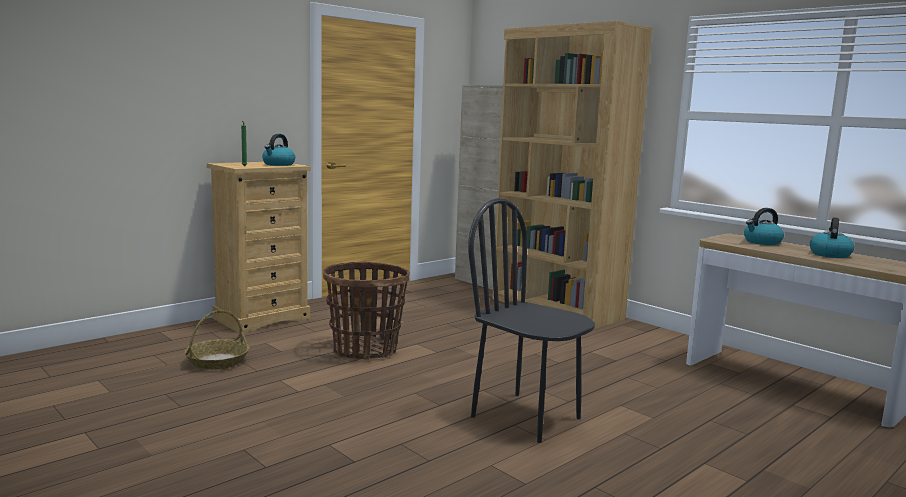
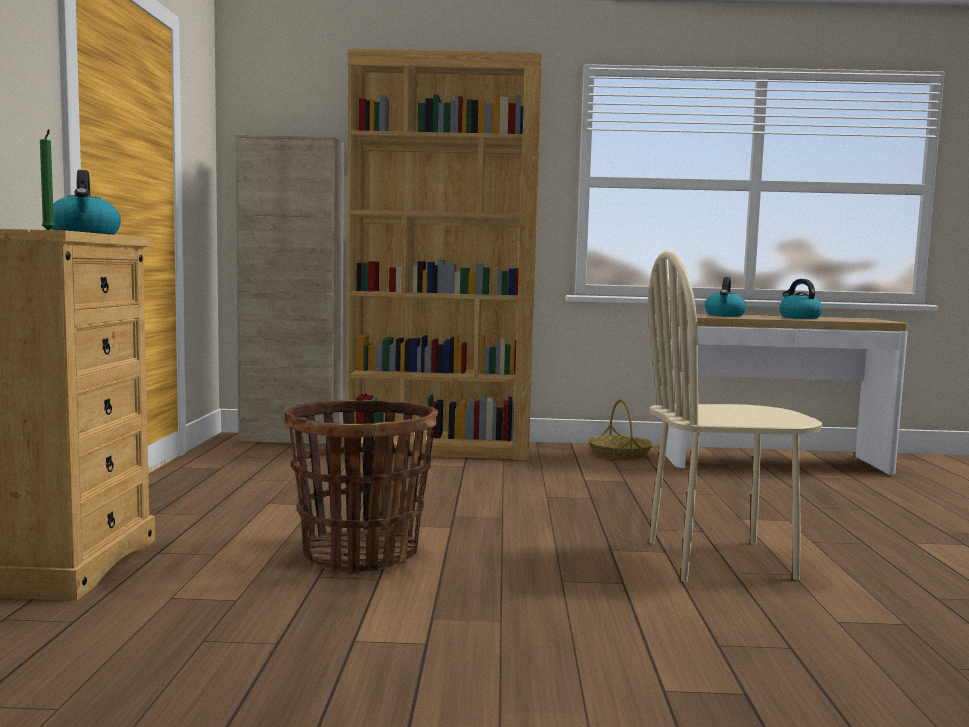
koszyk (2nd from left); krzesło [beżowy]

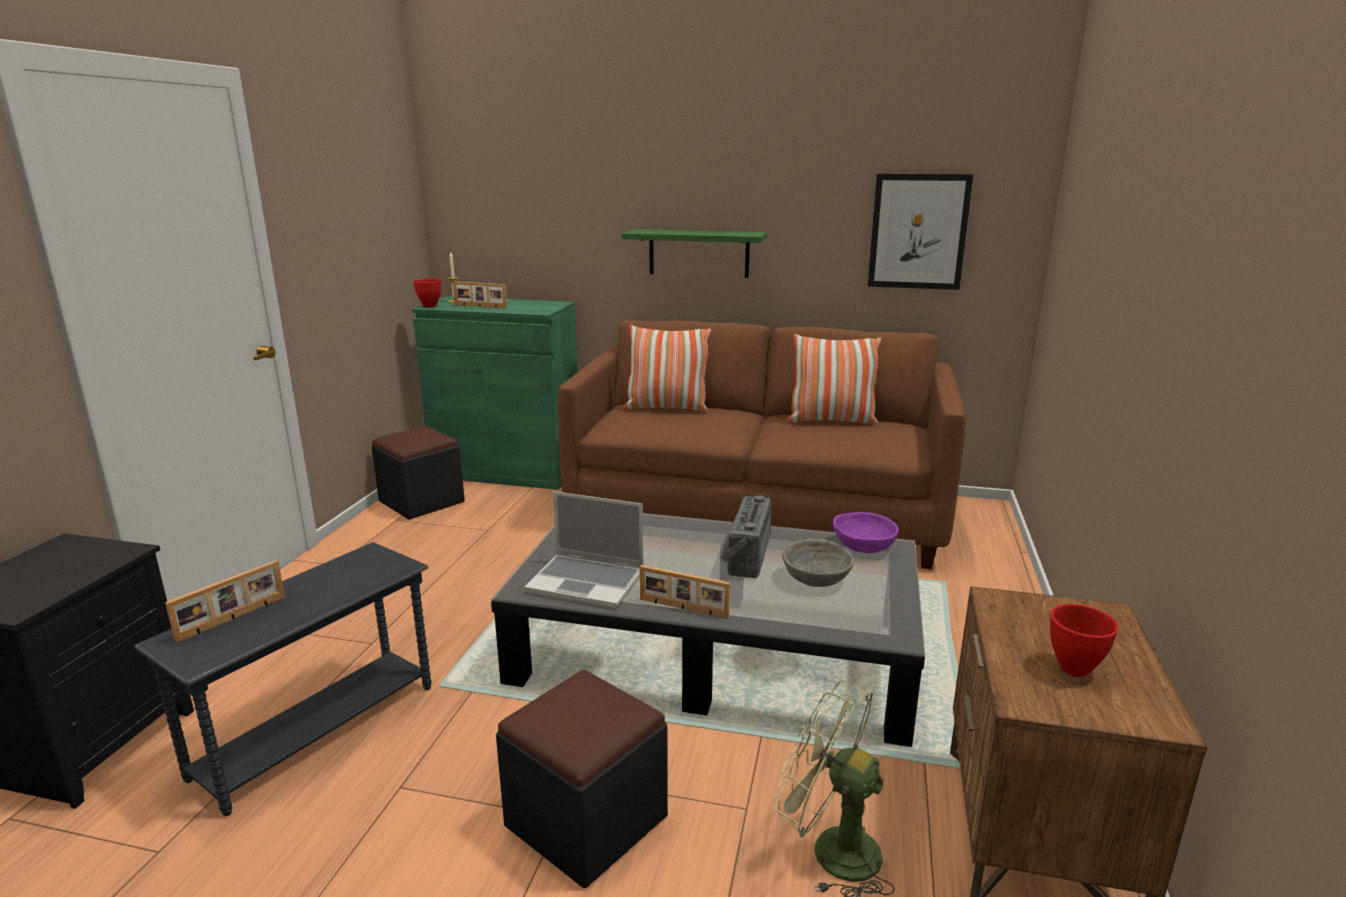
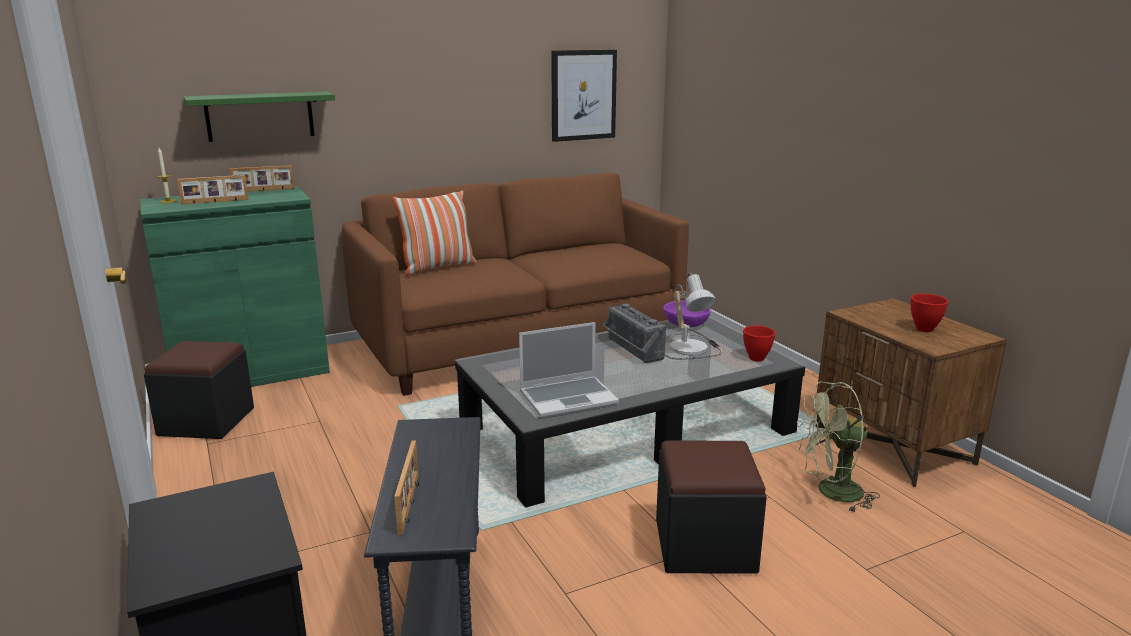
miska [czerwony] (1st from left); półka [zielony]; ramka na zdjęcie (2nd from left); lampa stołowa; poduszka (2nd from left in the first image)

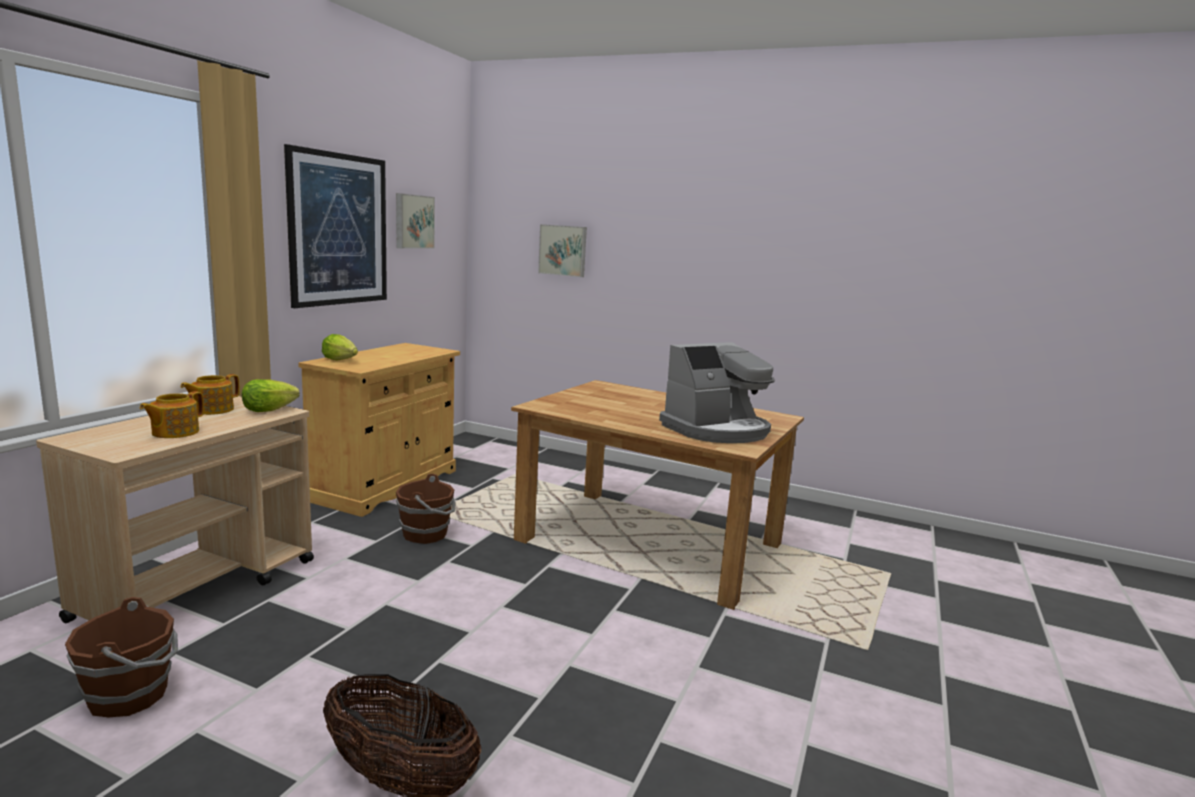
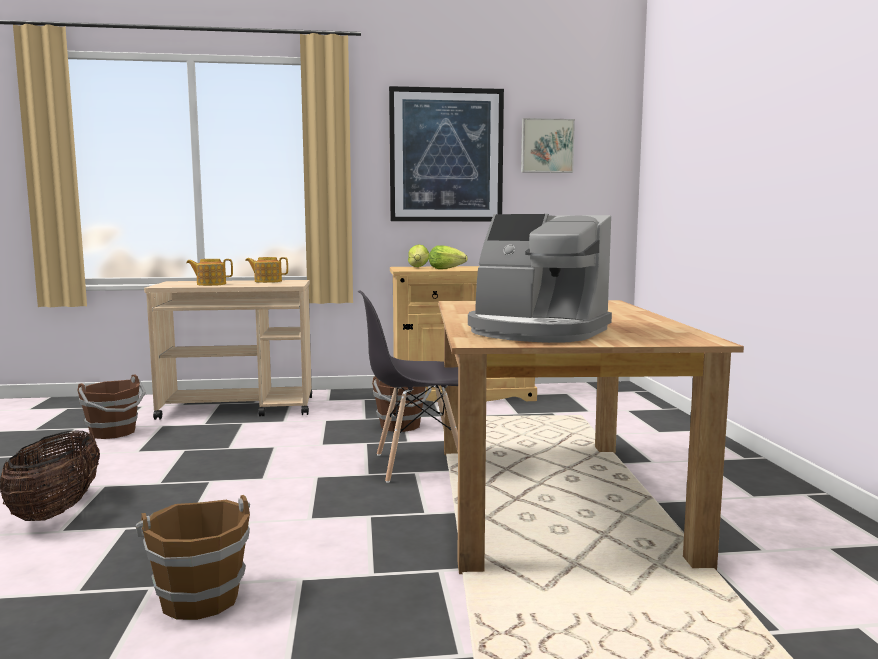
sałata (2nd from left); obraz (3rd from left in the first image); wiadro [brązowy] (2nd from left); krzesło [szary]

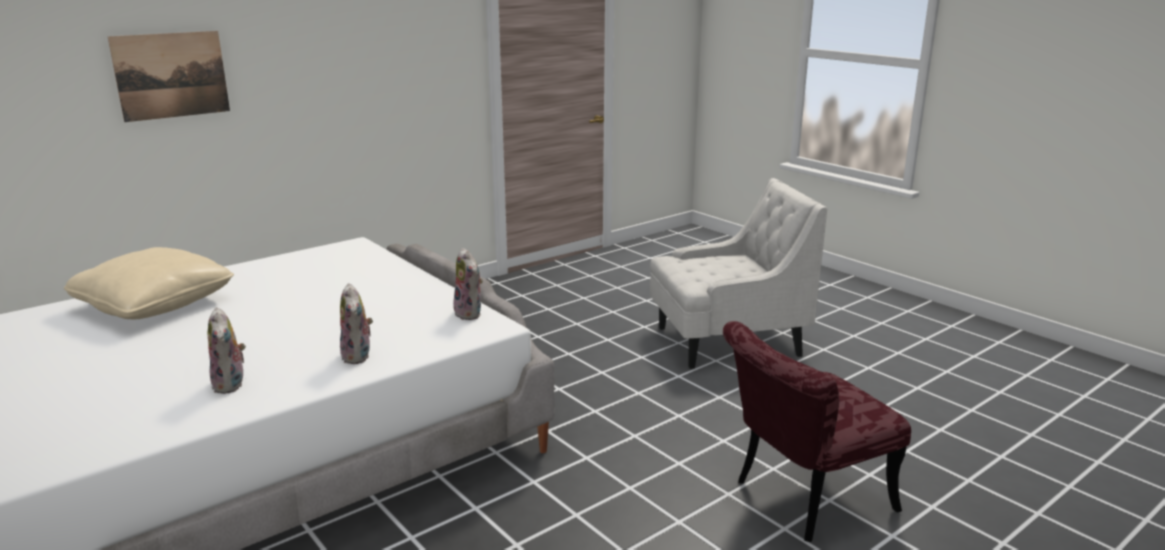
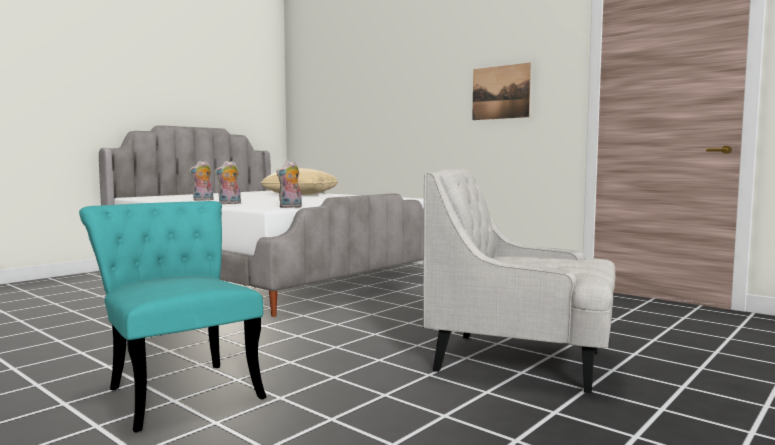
obraz; fotel [biały]; krzesło [turkusowy]

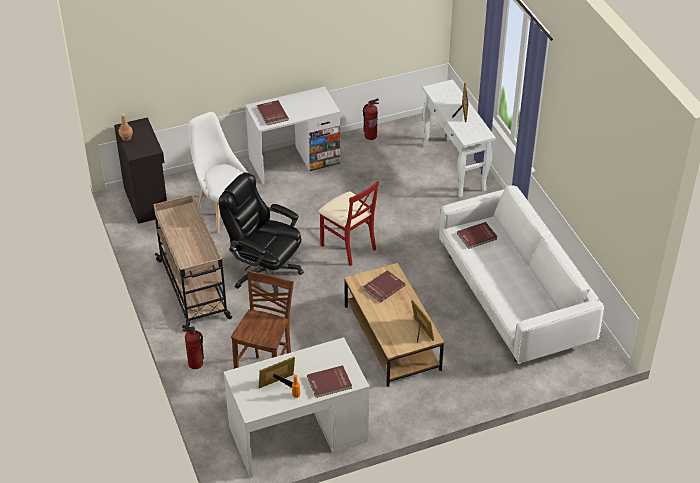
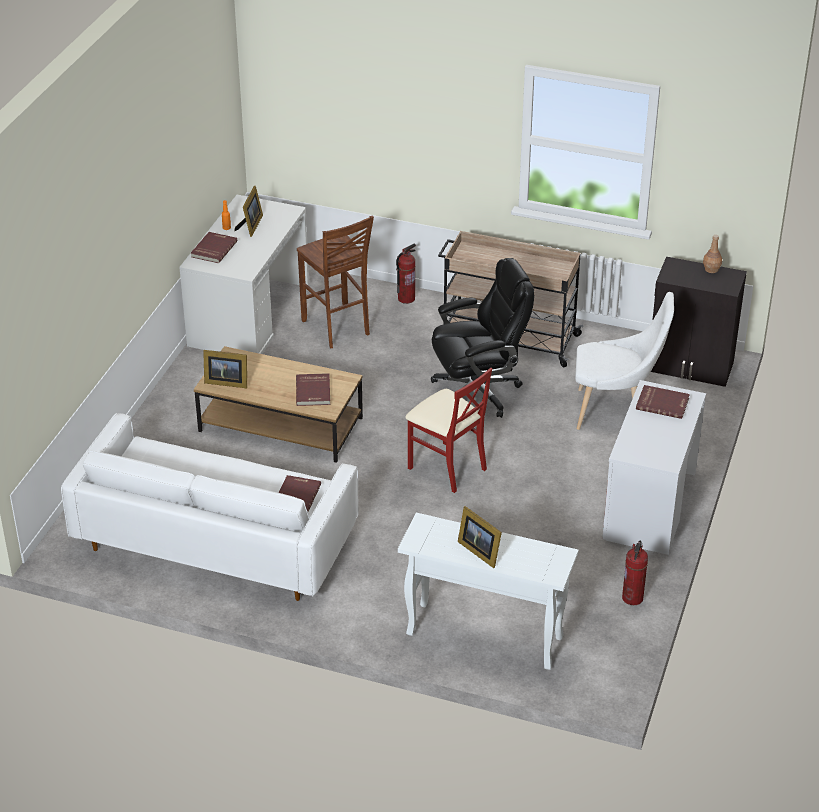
krzesło [czerwony]

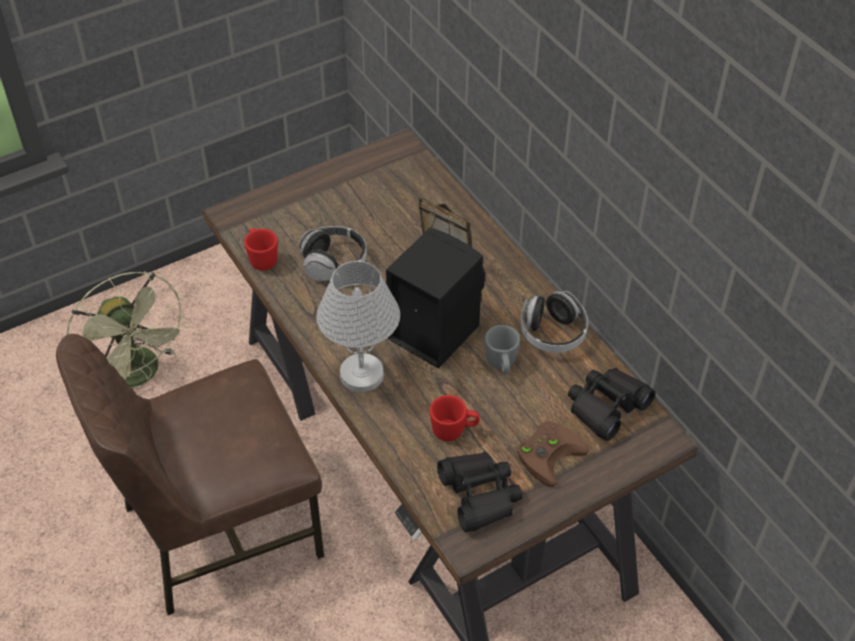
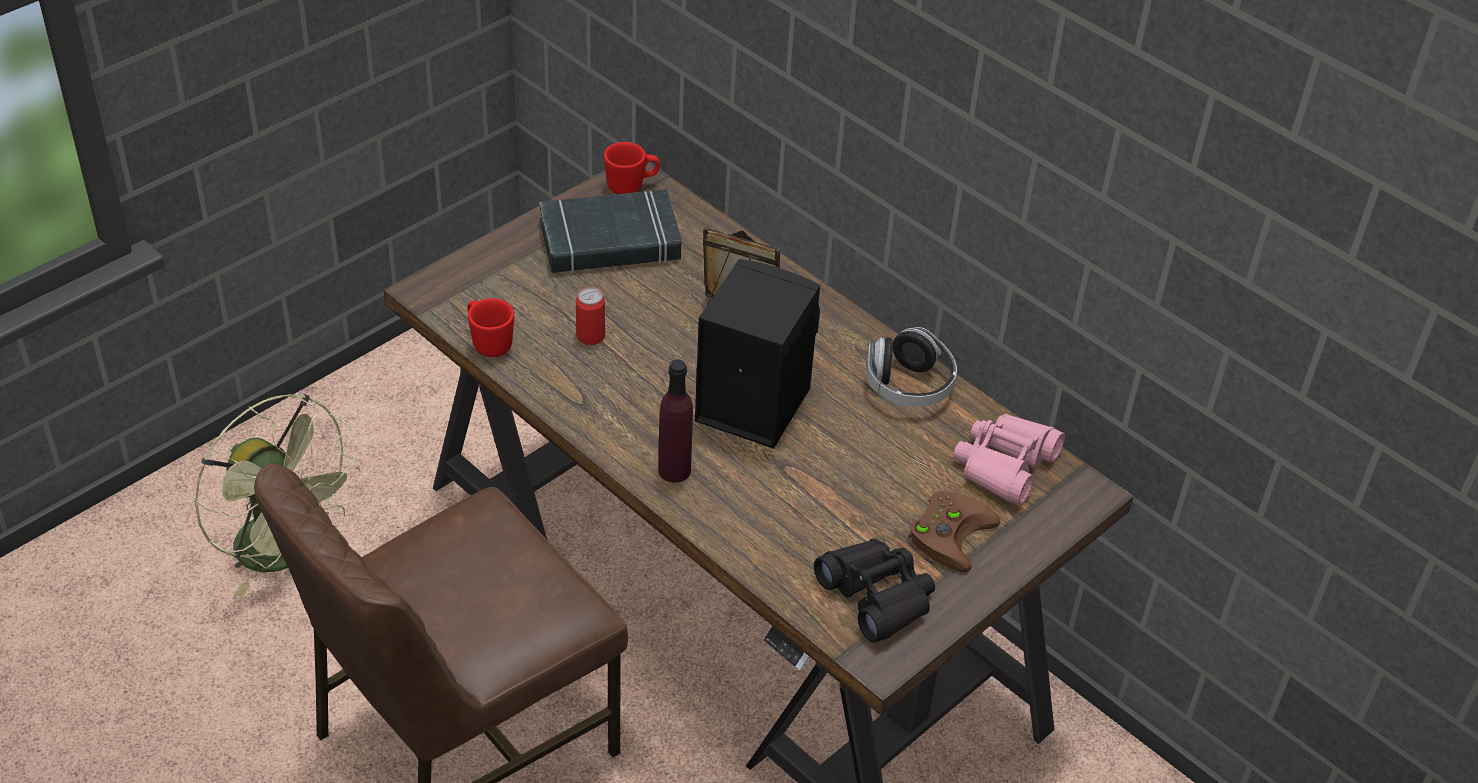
puszka; butelka [fioletowy]; kubek [czerwony] (2nd from left); kubek [szary]; lornetka [różowy]; książka [czarny]

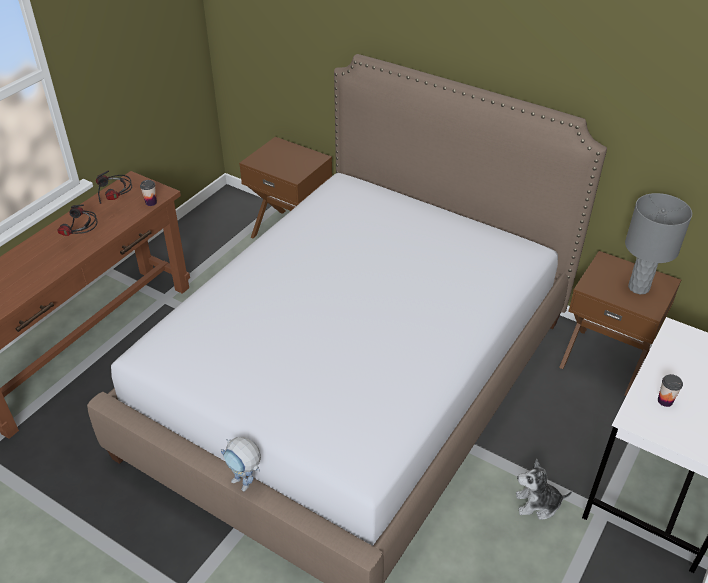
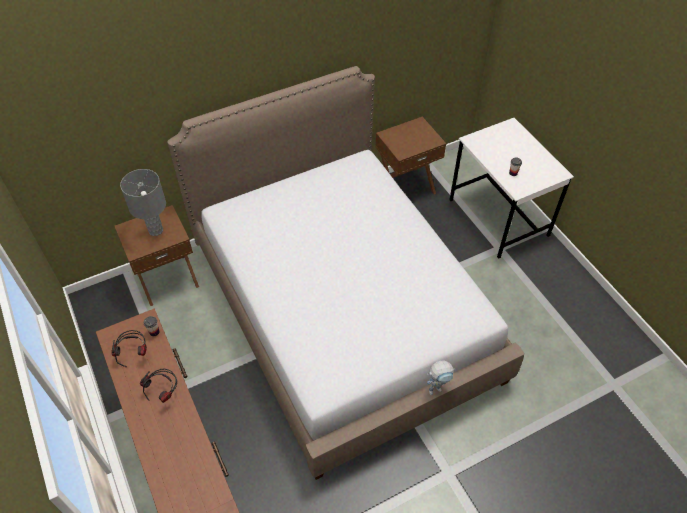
pluszak; lampa stołowa [szary]

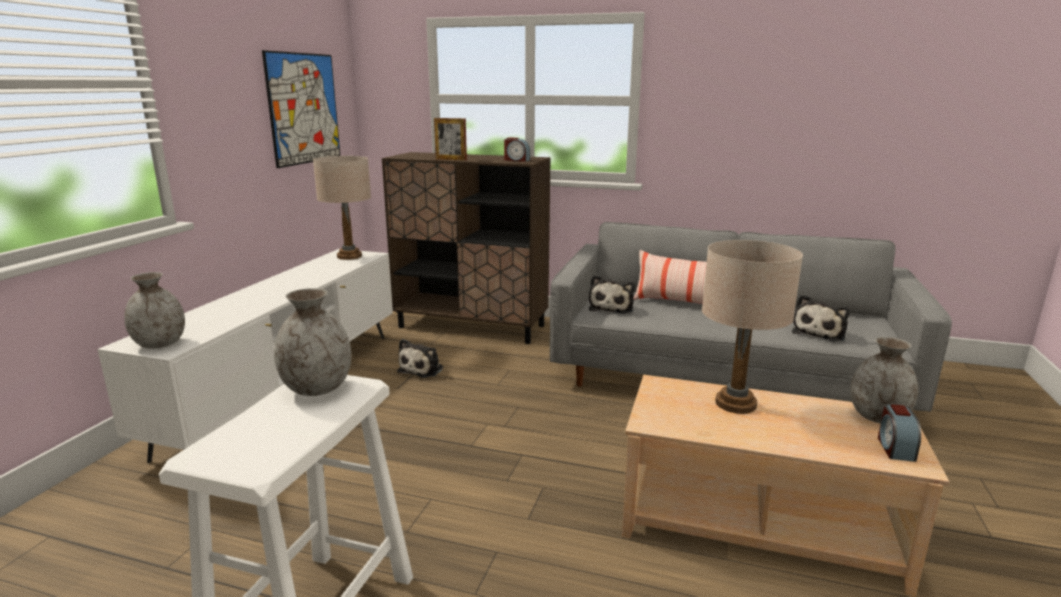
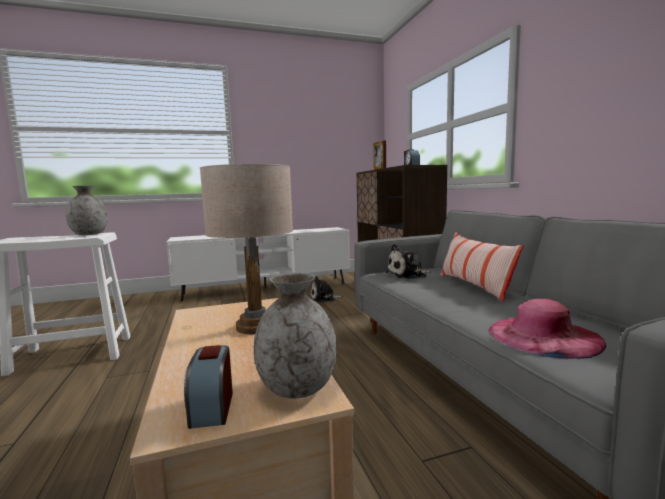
wazon [szary] (1st from left in the first image); obraz; lampa stołowa [beżowy] (1st from left in the first image); kapelusz [różowy]; budzik (1st from left)

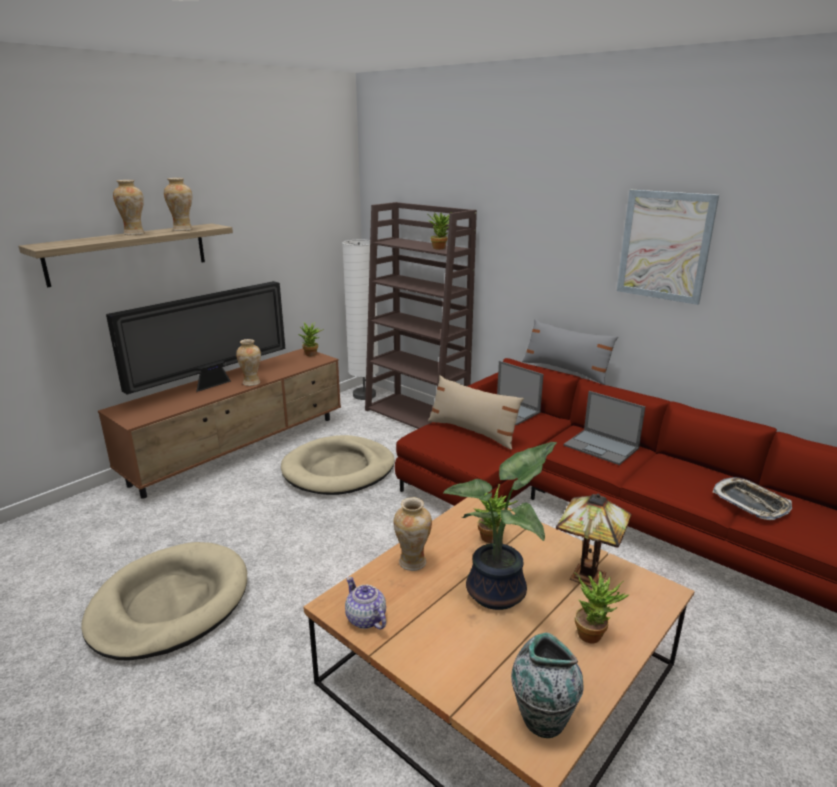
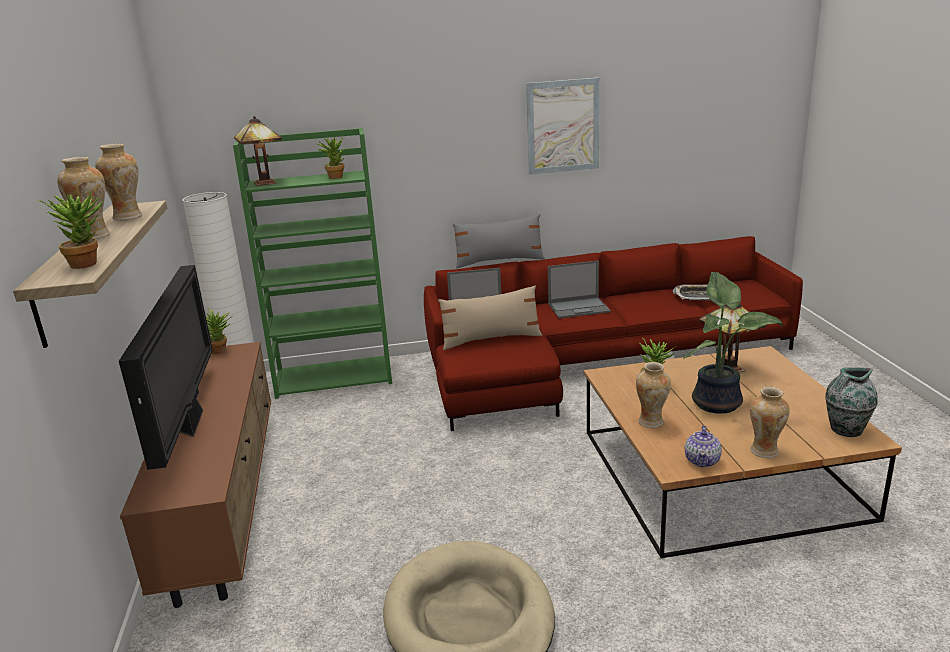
wazon (4th from left); legowisko [beżowy] (2nd from left in the first image); imbryk; regał [zielony]; roślina doniczkowa (1st from left); lampa stołowa (1st from left)

